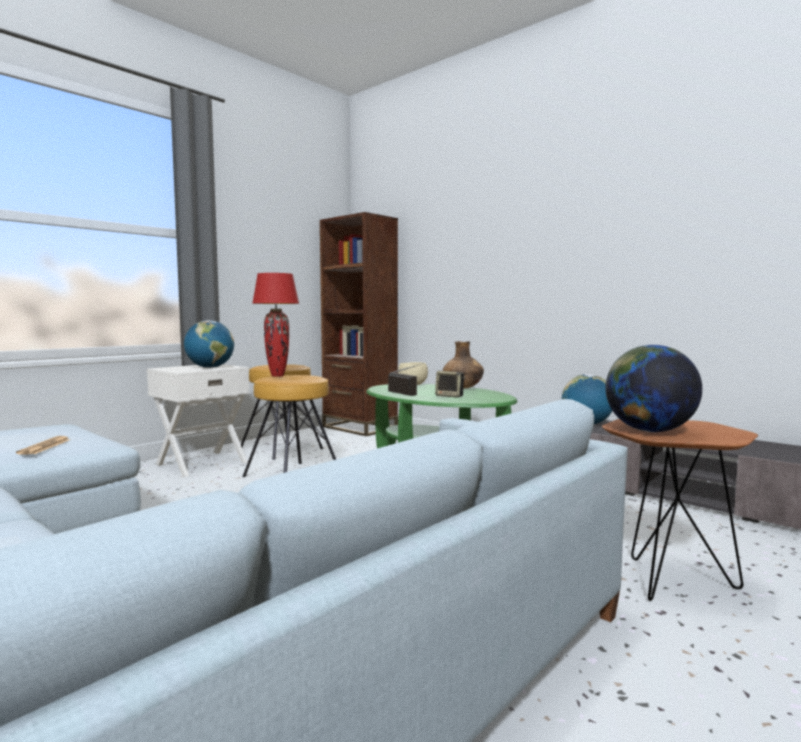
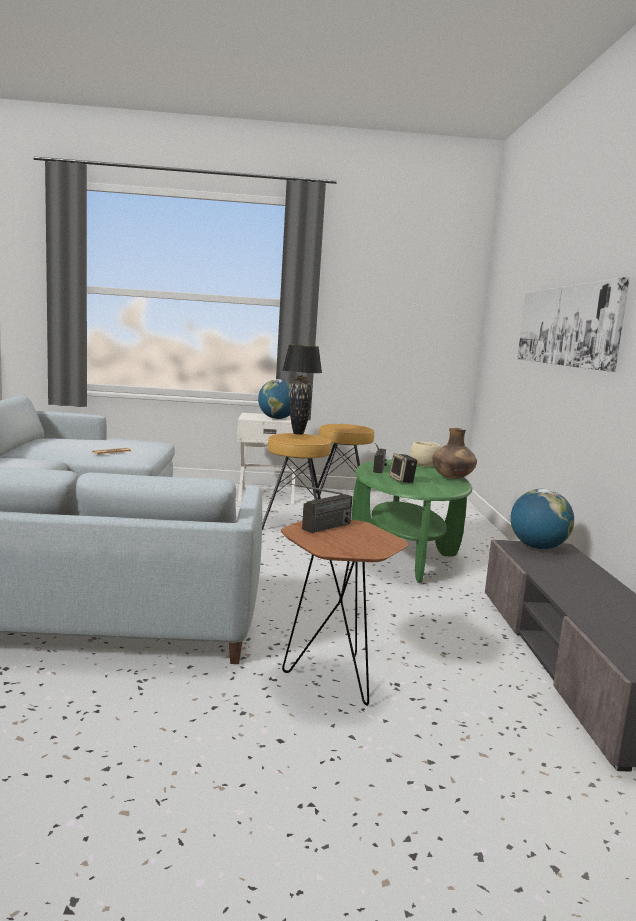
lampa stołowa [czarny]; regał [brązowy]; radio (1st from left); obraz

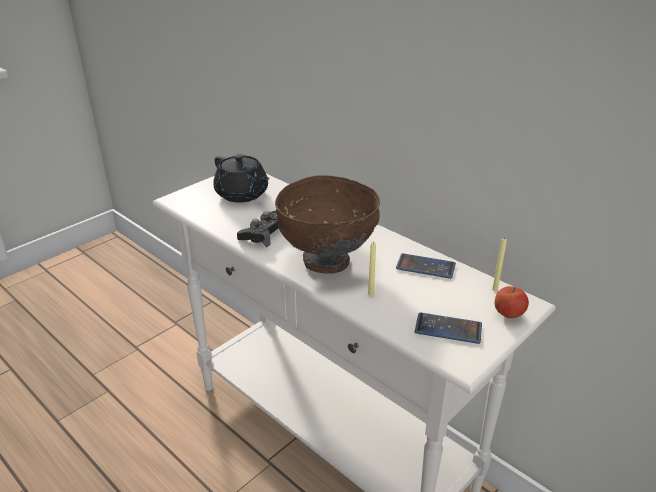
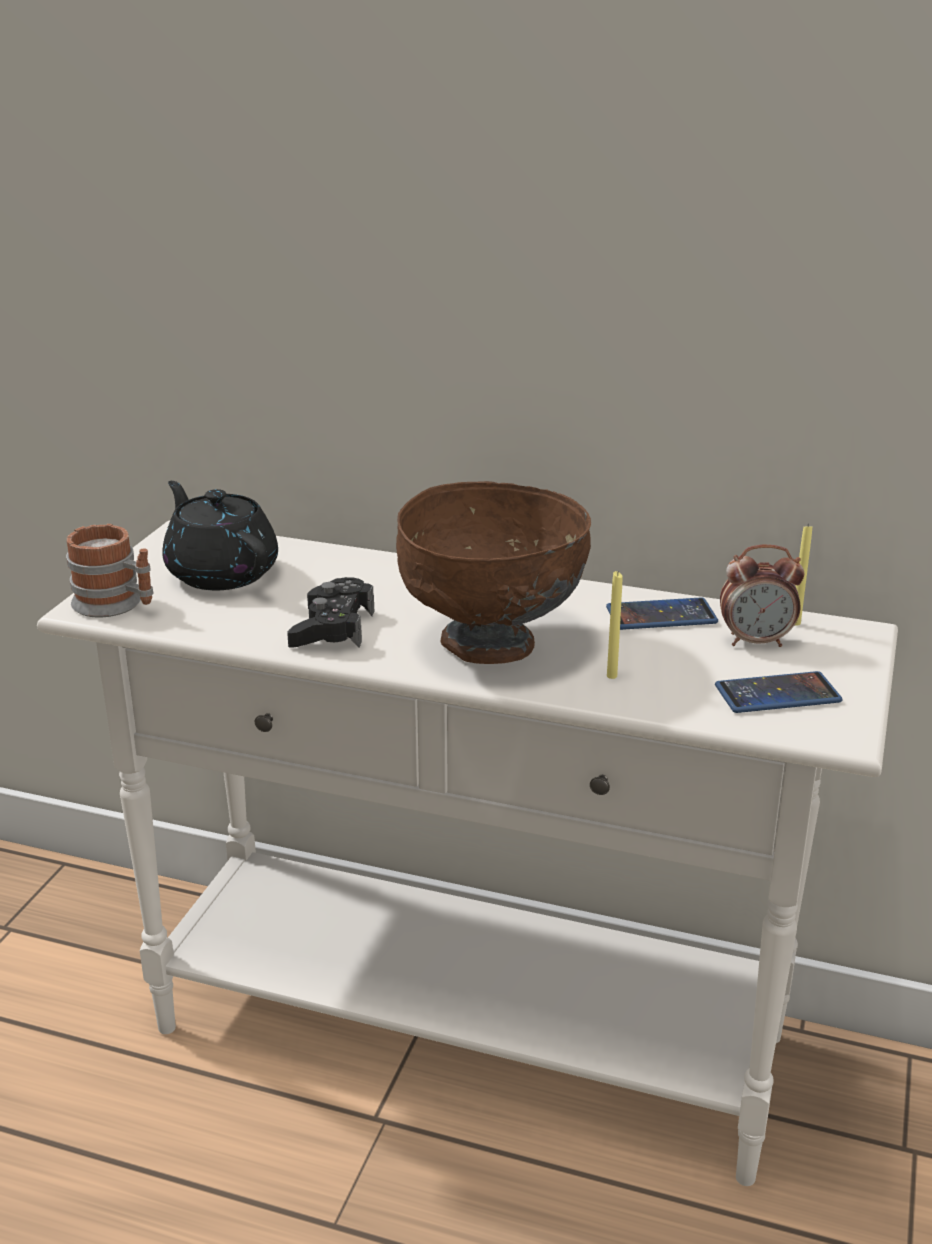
imbryk [czarny]; jabłko; kubek; budzik

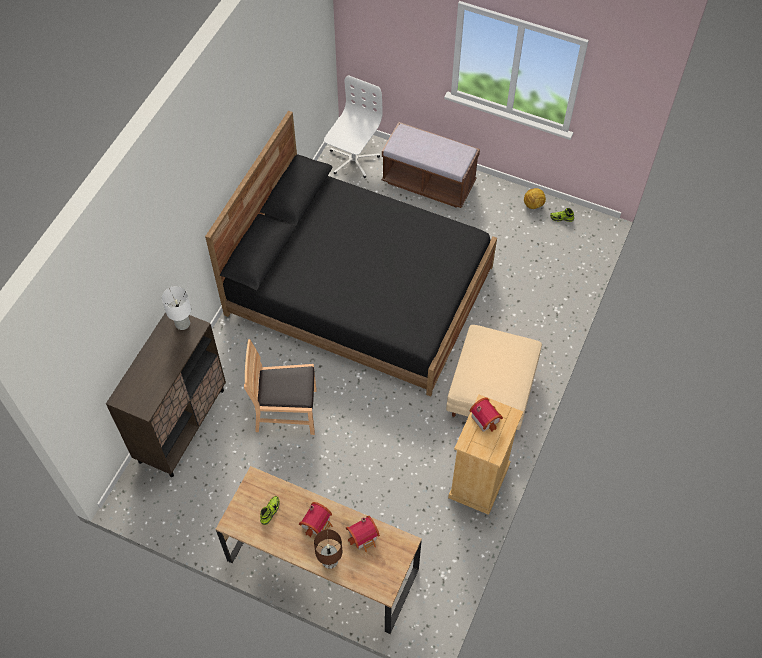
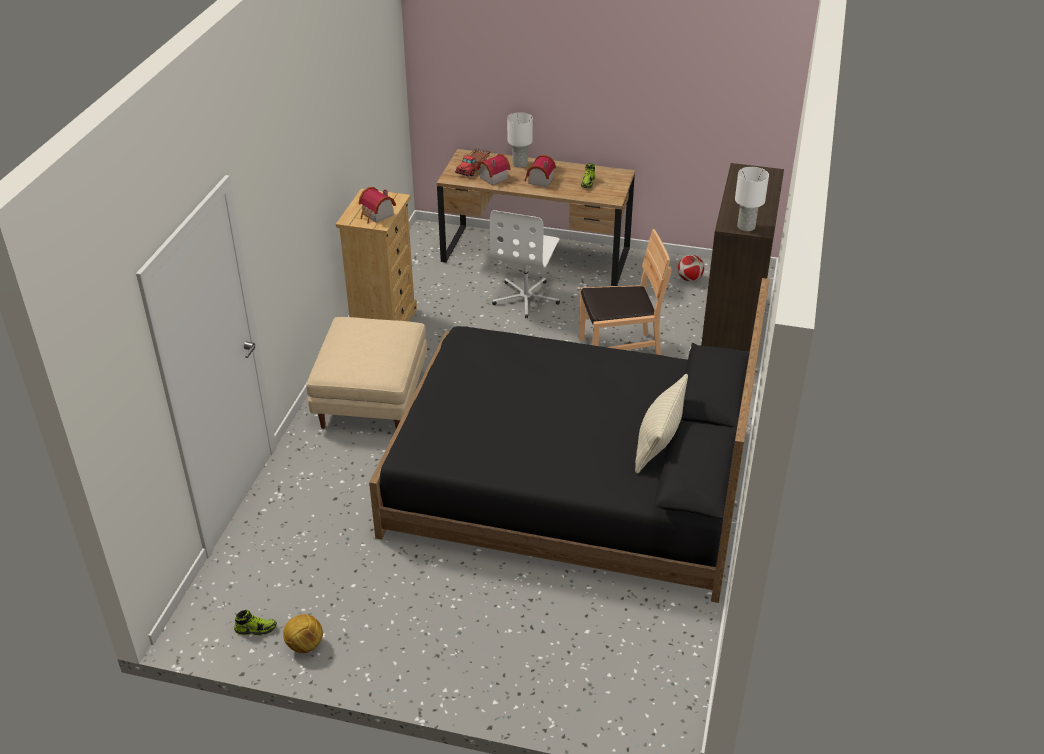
lampa stołowa [biały] (1st from left); krzesło biurowe [biały]; ławka [brązowy]; ciężarówka zabawkowa; poduszka [beżowy]; piłka futbolowa (2nd from left)

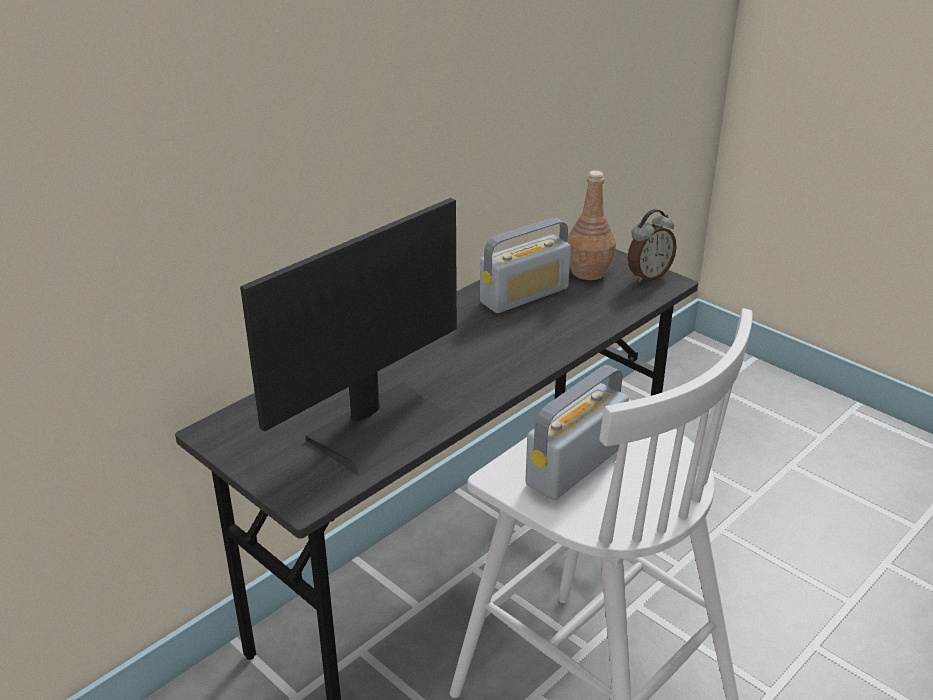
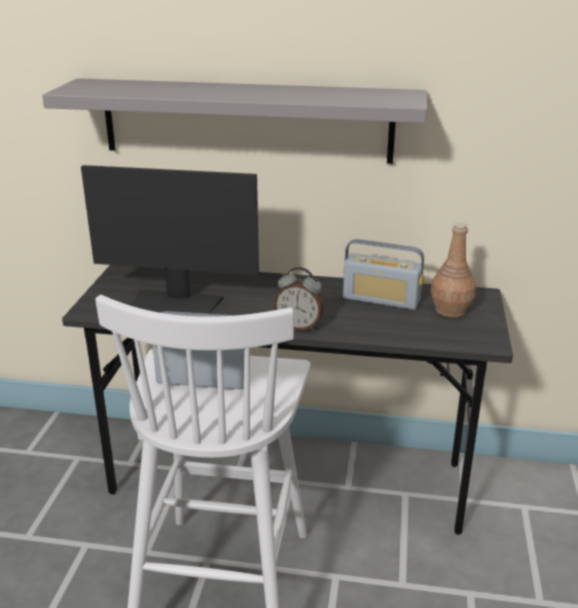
budzik; półka [szary]

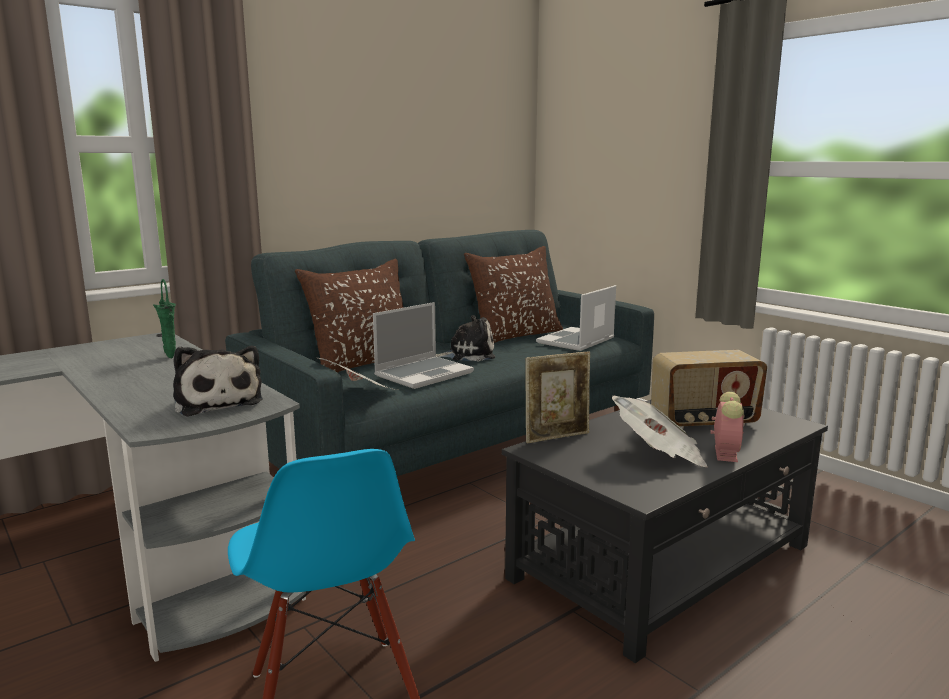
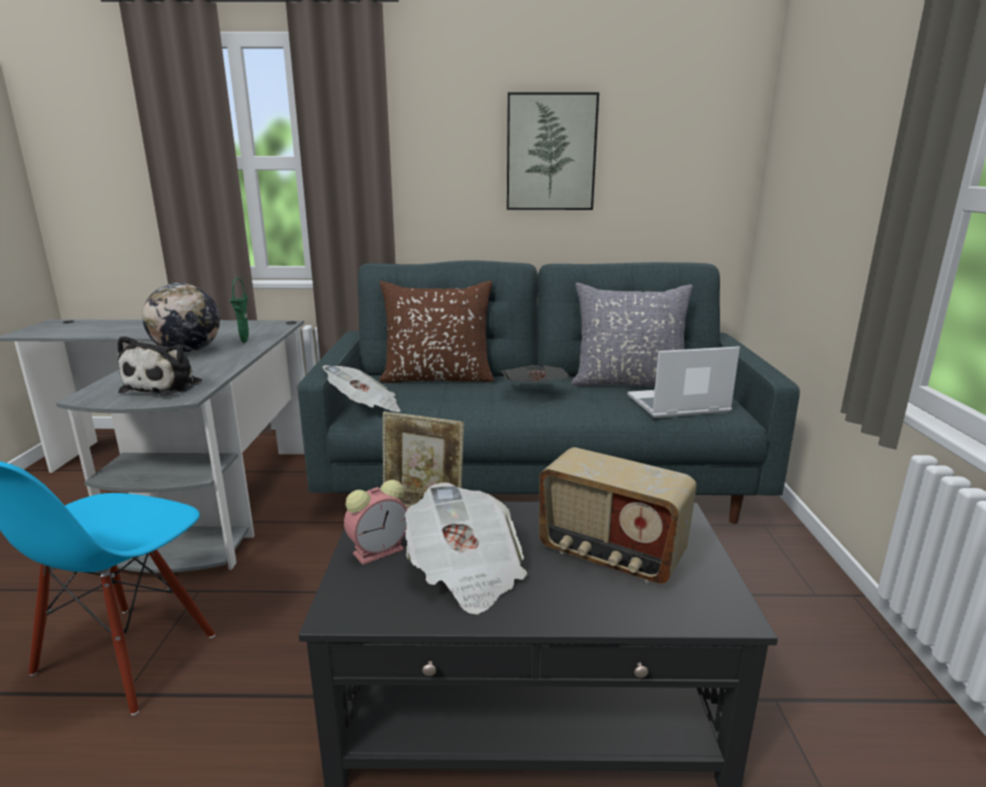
laptop (1st from left in the first image); gazeta (3rd from left); poduszka [szary]; budzik; globus; obraz

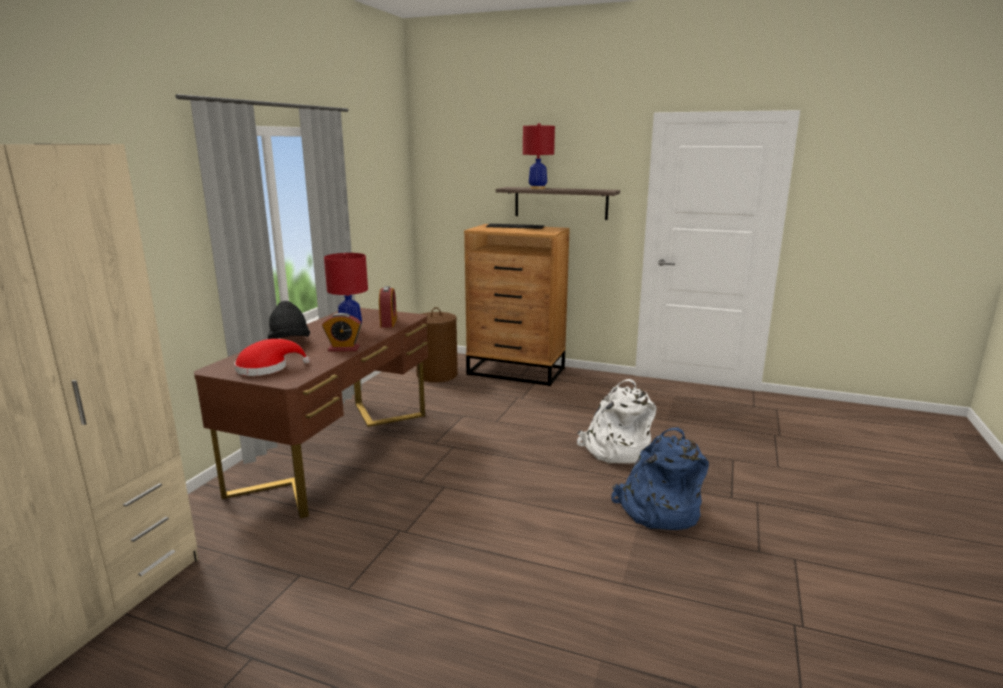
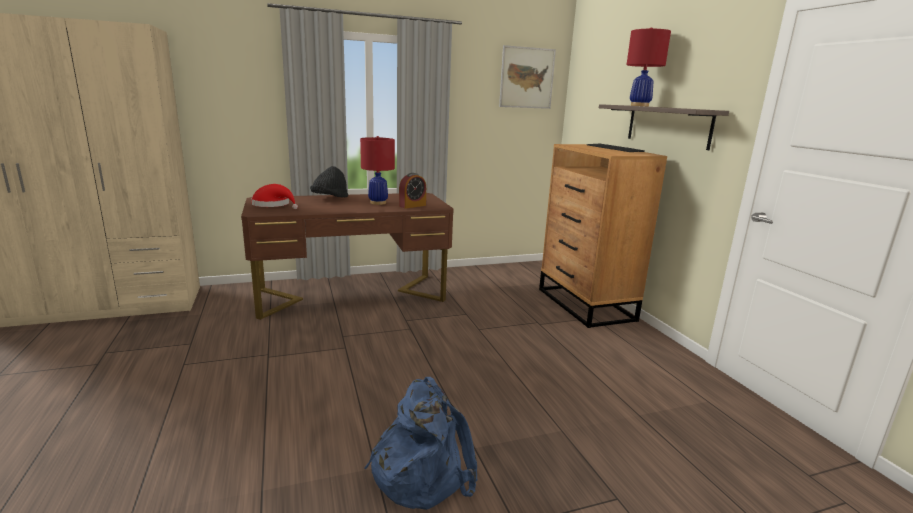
budzik (1st from left in the first image); kosz na pranie [brązowy]; plecak [biały]; obraz

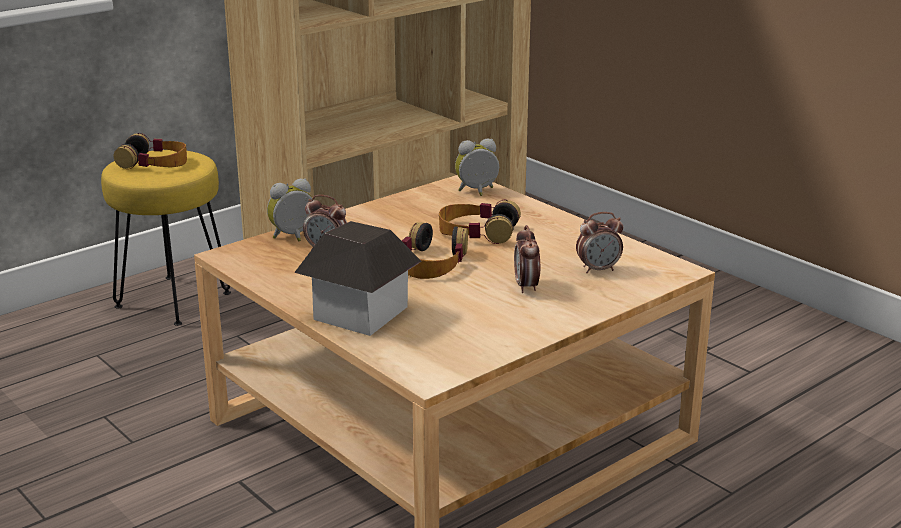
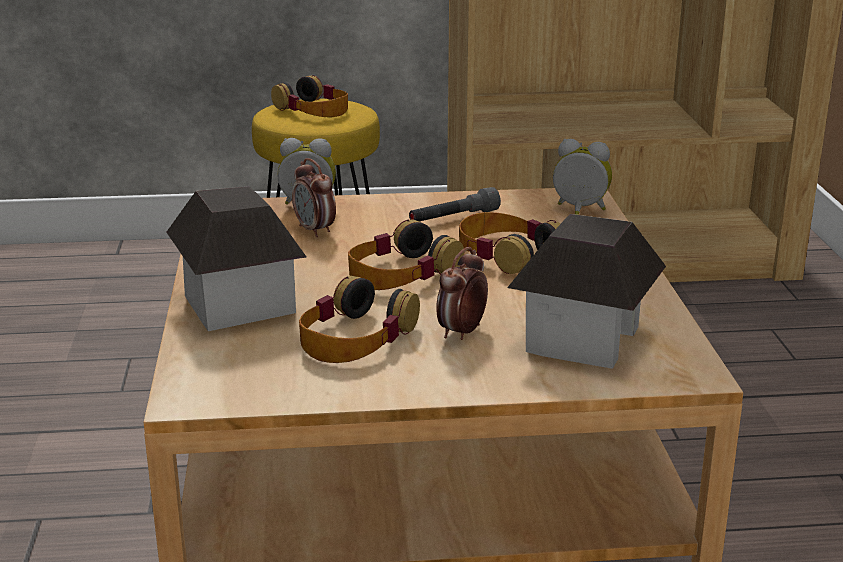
domek (2nd from left); słuchawki (2nd from left); latarka [szary]

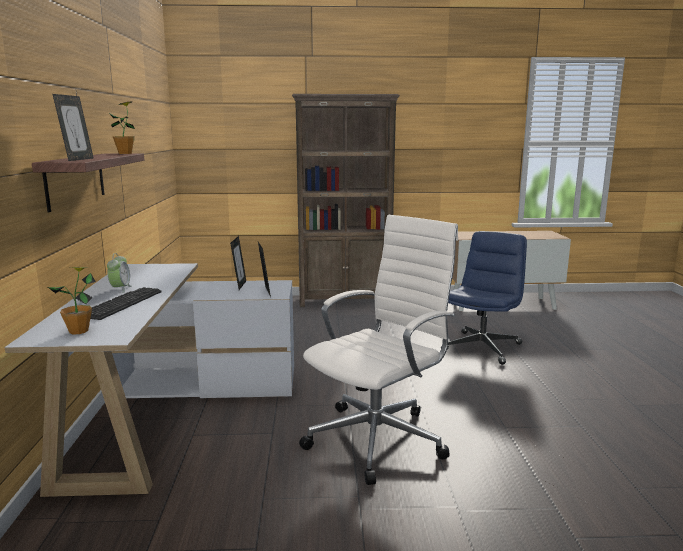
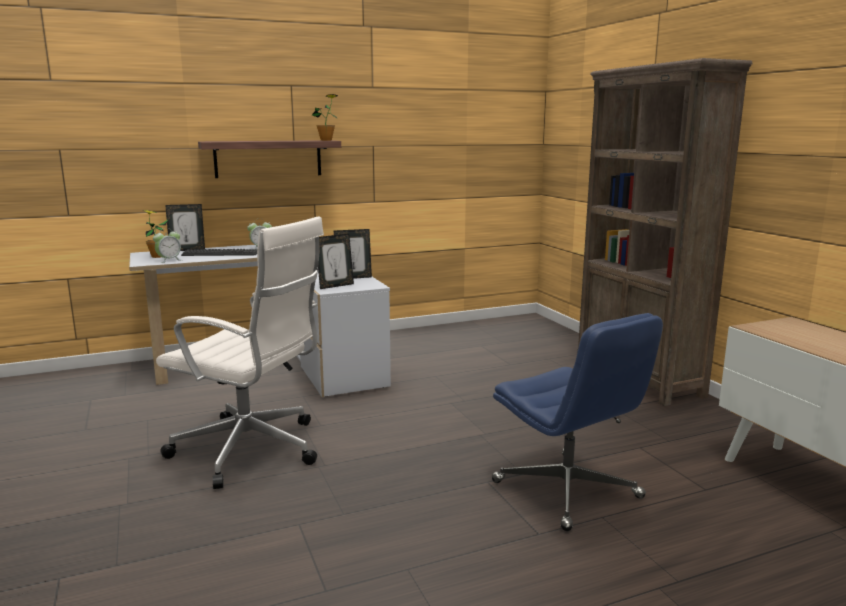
ramka na zdjęcie (1st from left); krzesło biurowe [niebieski]; budzik (1st from left)

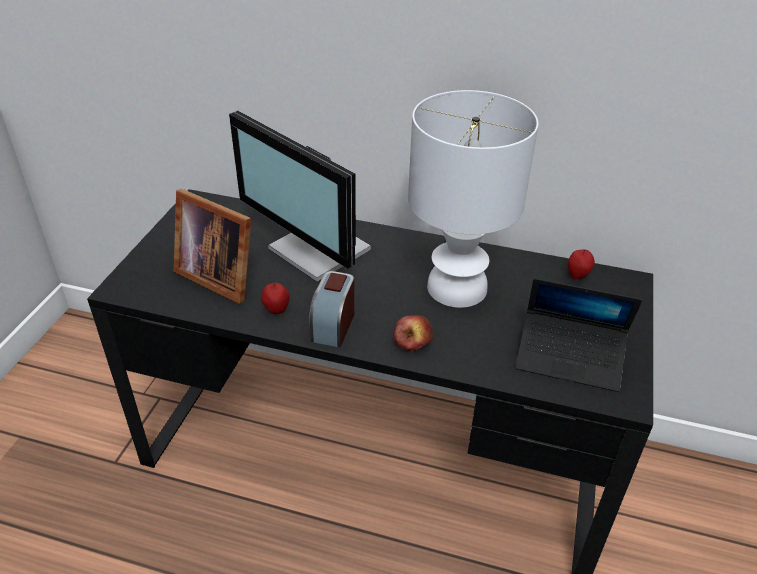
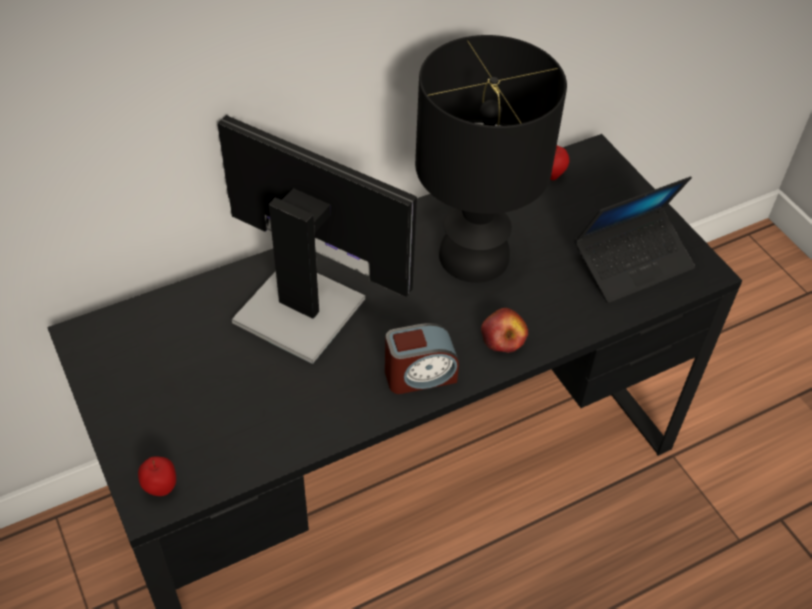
ramka na zdjęcie; monitor; jabłko (1st from left); budzik; lampa stołowa [czarny]

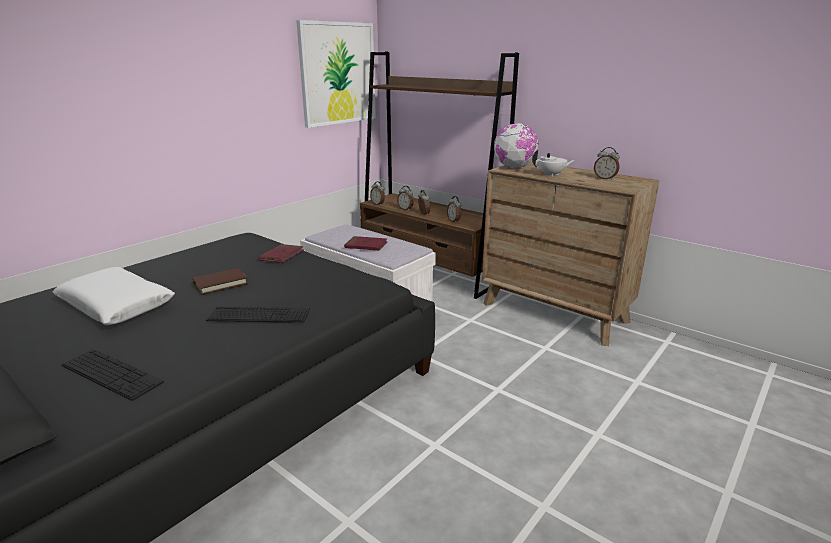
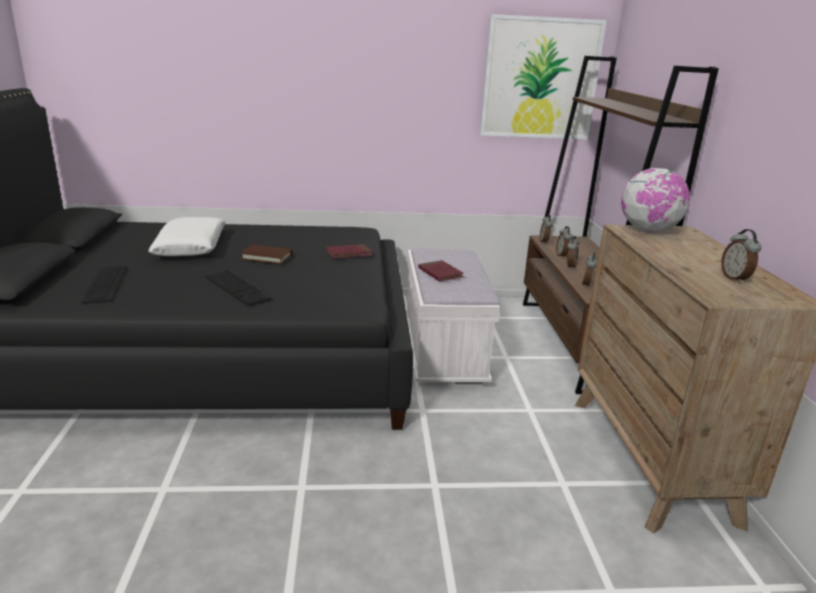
imbryk [biały]

